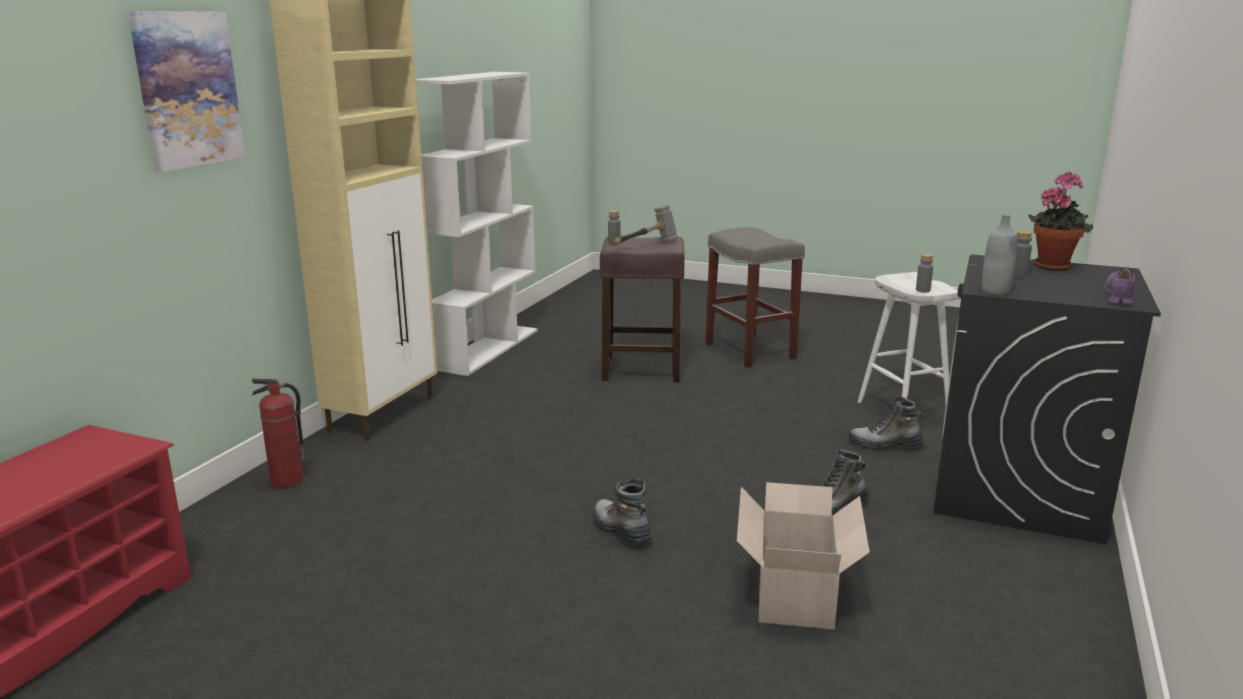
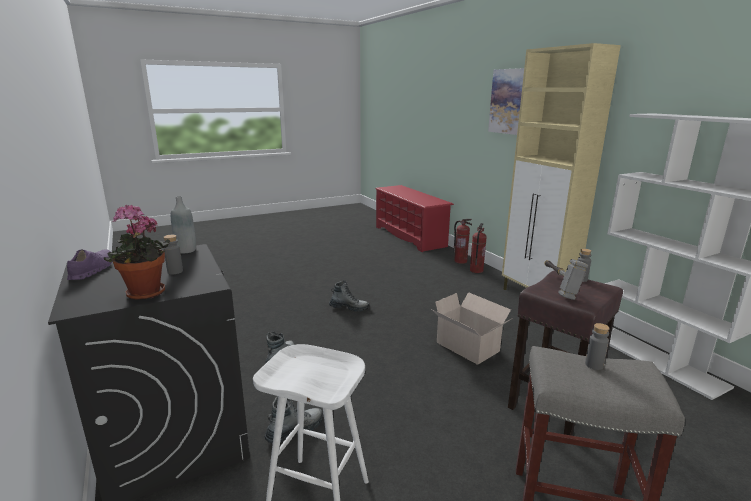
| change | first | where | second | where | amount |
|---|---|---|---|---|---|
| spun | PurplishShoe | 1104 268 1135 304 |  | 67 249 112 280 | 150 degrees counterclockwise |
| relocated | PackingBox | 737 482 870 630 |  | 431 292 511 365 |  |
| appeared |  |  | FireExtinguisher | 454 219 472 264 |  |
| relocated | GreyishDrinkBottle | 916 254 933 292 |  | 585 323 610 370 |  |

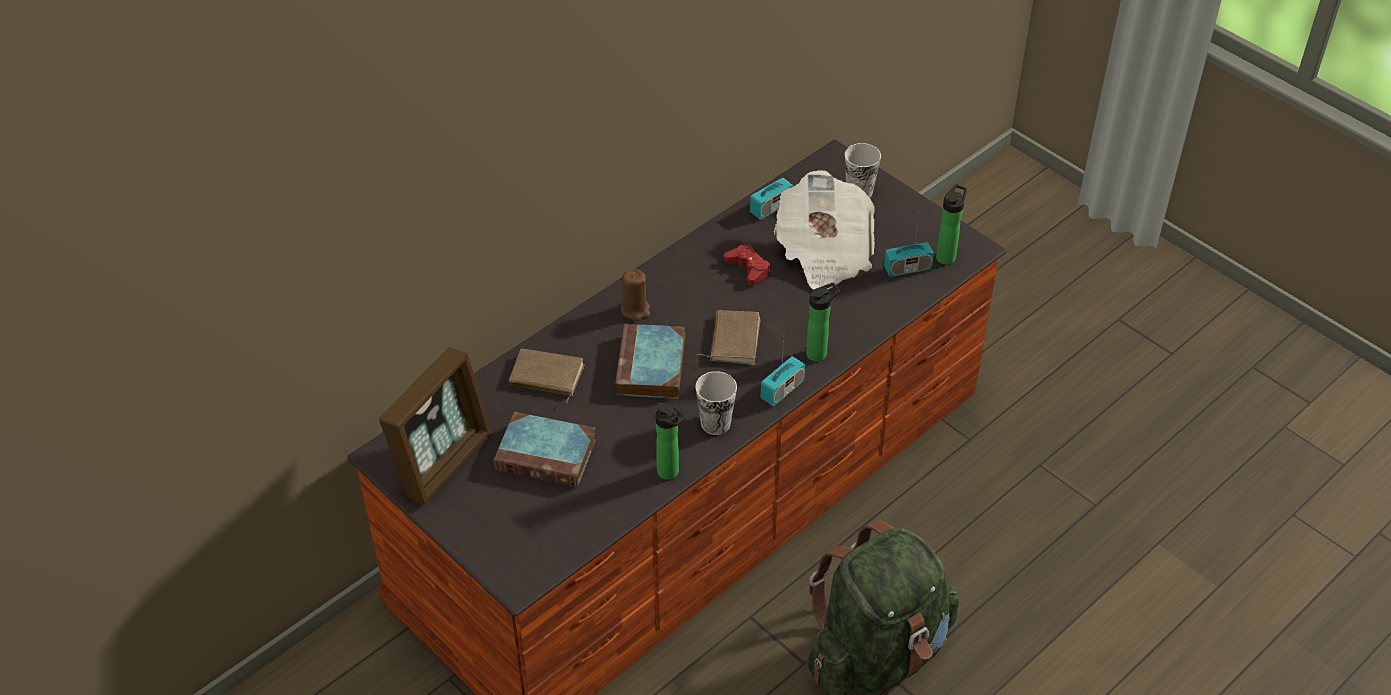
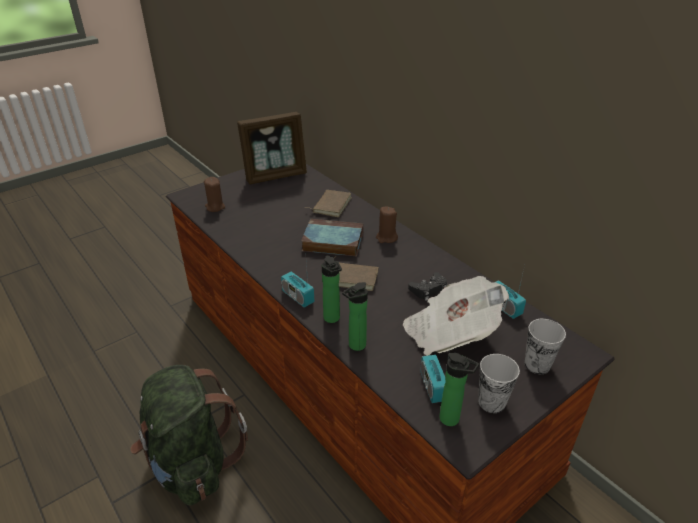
| change | first | where | second | where | amount |
|---|---|---|---|---|---|
| appeared |  |  | BrownColouredCandle | 204 177 225 212 |  |
| spun | PictureFrame | 379 347 491 505 |  | 237 112 307 184 | 60 degrees counterclockwise |
| relocated | DrinkBottle | 655 403 686 480 |  | 342 282 368 351 |  |
| colour | RedColouredGamepad | 724 244 770 285 | BlackColouredGamepad | 408 272 447 301 |  |
| relocated | SmallCup | 695 371 737 435 |  | 478 354 520 413 |  |
| missing | Volume | 494 412 596 487 |  |  |  |

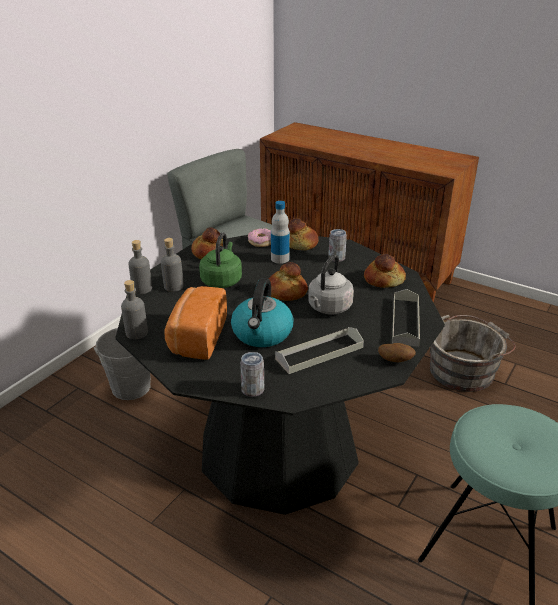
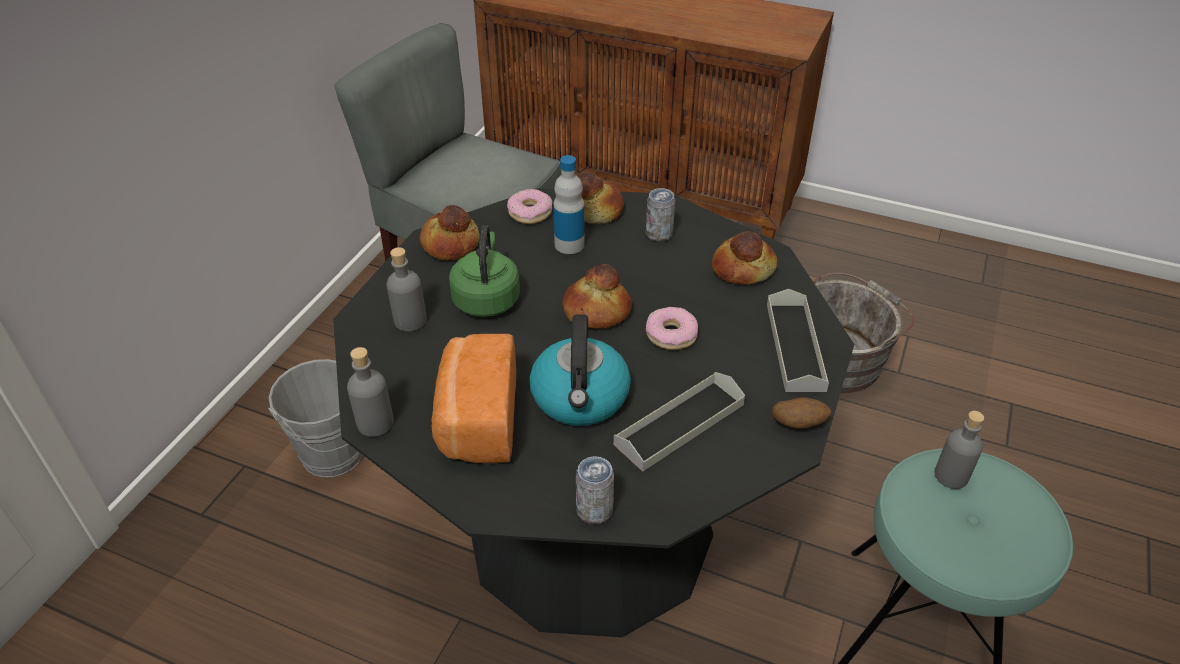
| change | first | where | second | where | amount |
|---|---|---|---|---|---|
| exchanged | GreyishKettle | 308 254 354 314 | Doughnut | 646 307 698 350 |  |
| relocated | GreyishDrinkBottle | 129 240 152 294 |  | 935 411 984 489 |  |

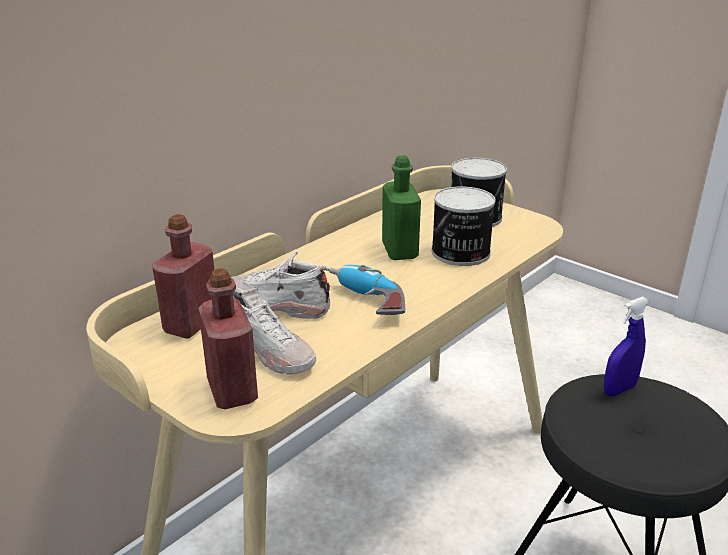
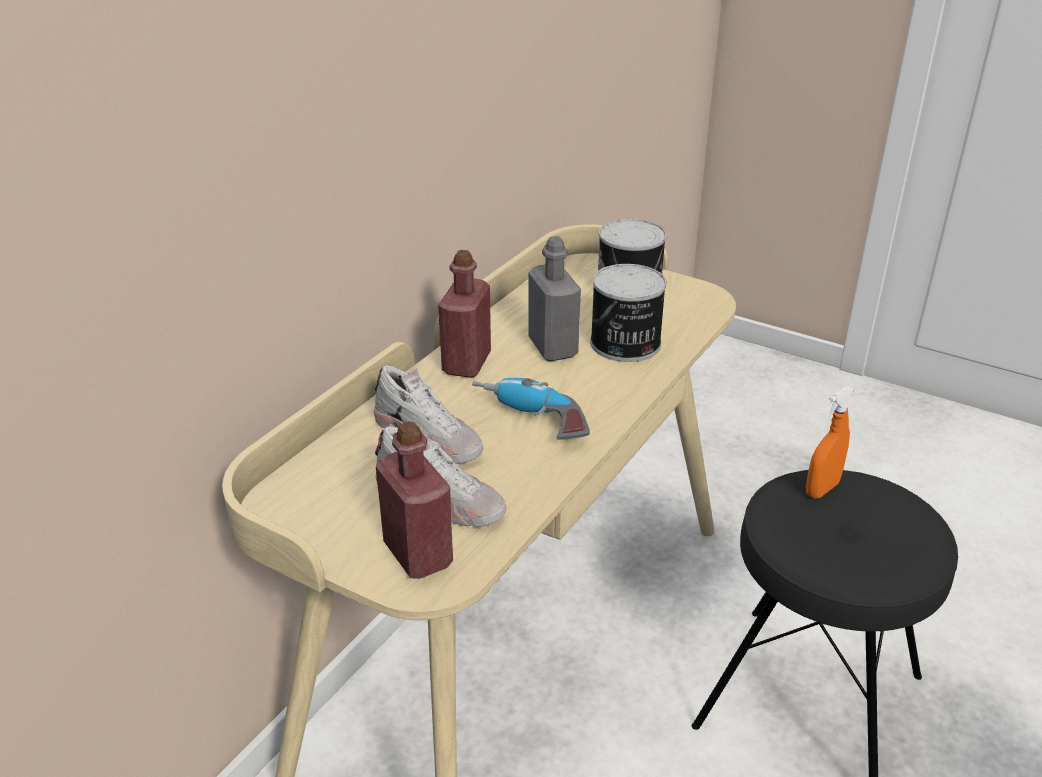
| change | first | where | second | where | amount |
|---|---|---|---|---|---|
| spun | WhitishShoe | 231 252 330 319 |  | 374 366 483 464 | 150 degrees counterclockwise |
| relocated | RedColouredDrinkBottle | 152 214 214 339 |  | 438 250 491 378 |  |
| colour | GreenColouredDrinkBottle | 382 155 421 260 | GreyishDrinkBottle | 528 236 581 361 |  |
| colour | BluishHandSprayer | 604 297 649 396 | OrangeyHandSprayer | 806 386 854 499 |  |

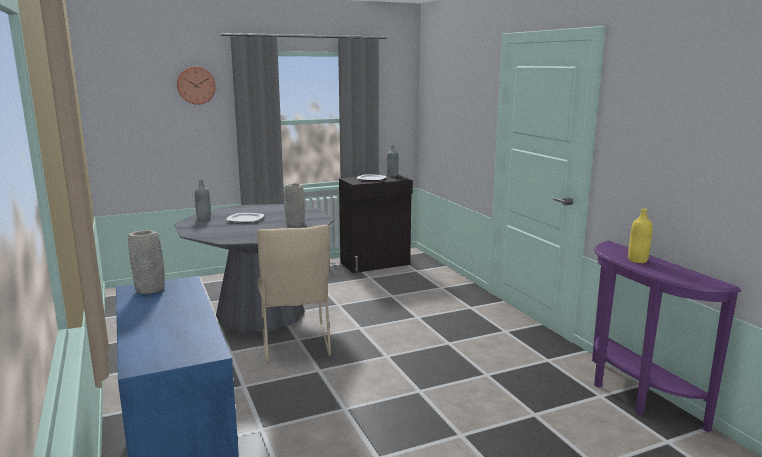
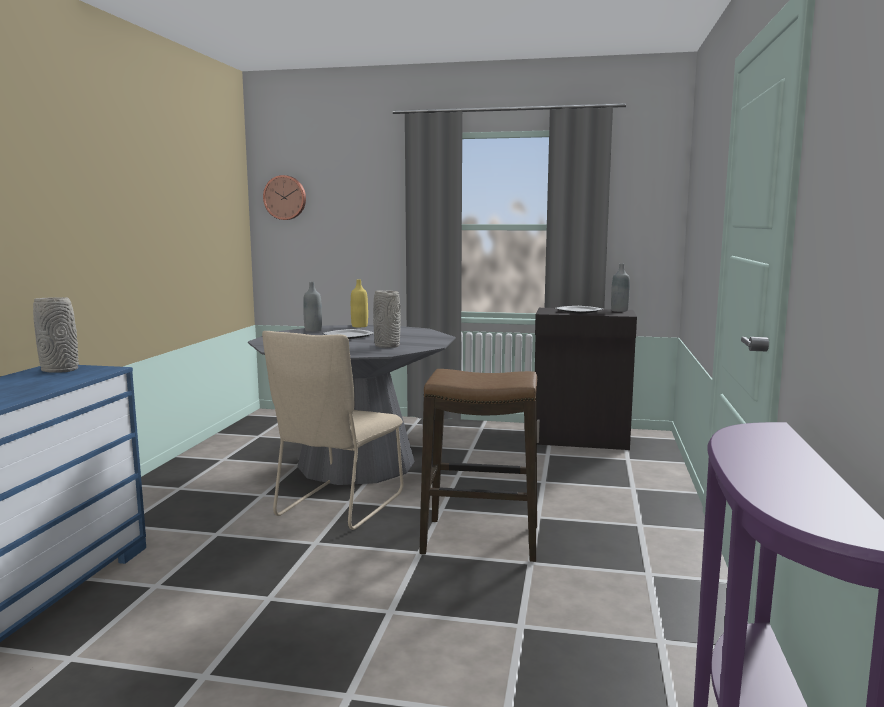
| change | first | where | second | where | amount |
|---|---|---|---|---|---|
| relocated | WallClock | 177 67 216 105 |  | 263 175 306 220 |  |
| relocated | YellowDrinkBottle | 628 209 652 263 |  | 351 279 368 327 |  |
| appeared |  |  | Stool | 419 369 537 562 |  |

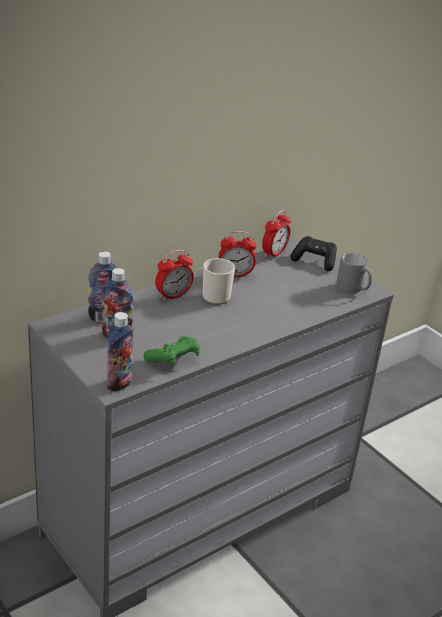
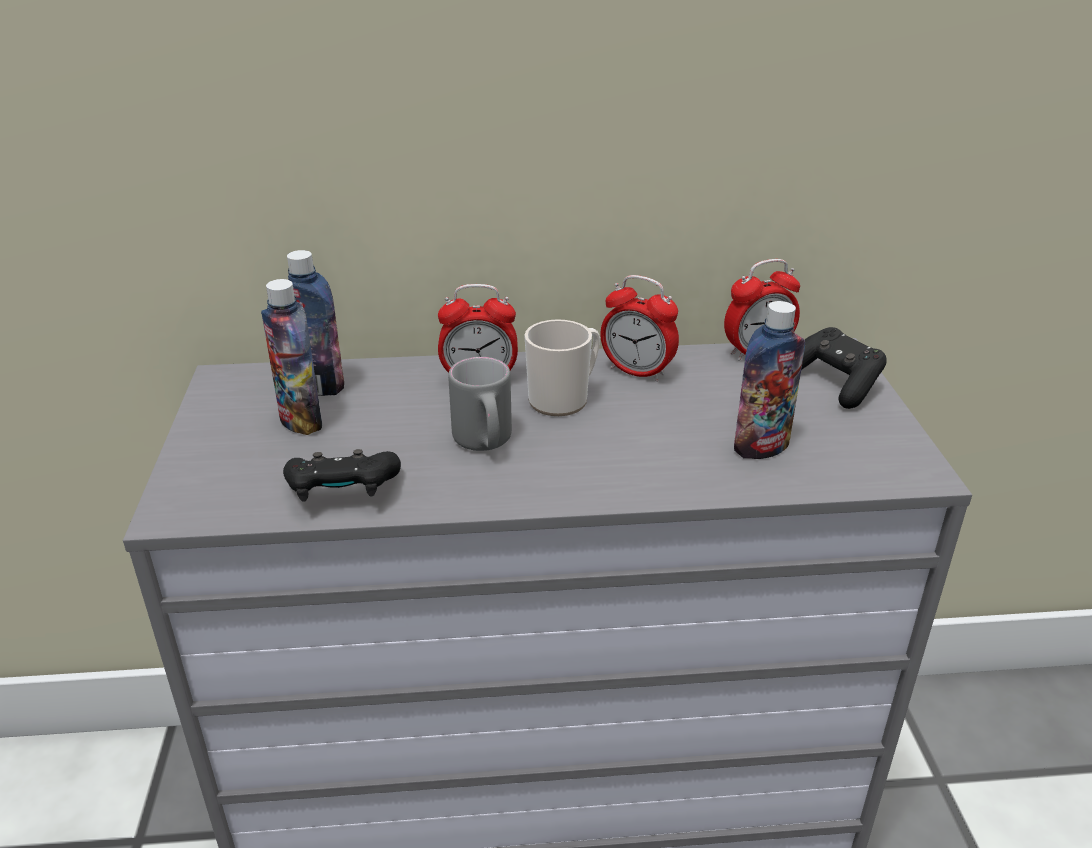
| change | first | where | second | where | amount |
|---|---|---|---|---|---|
| colour | GreenColouredGamepad | 144 336 200 366 | BlackColouredGamepad | 283 449 401 502 |  |
| relocated | GreyishTeaMug | 336 253 372 293 |  | 448 357 512 451 |  |
| relocated | DrinkBottle | 107 312 133 392 |  | 734 301 805 459 |  |

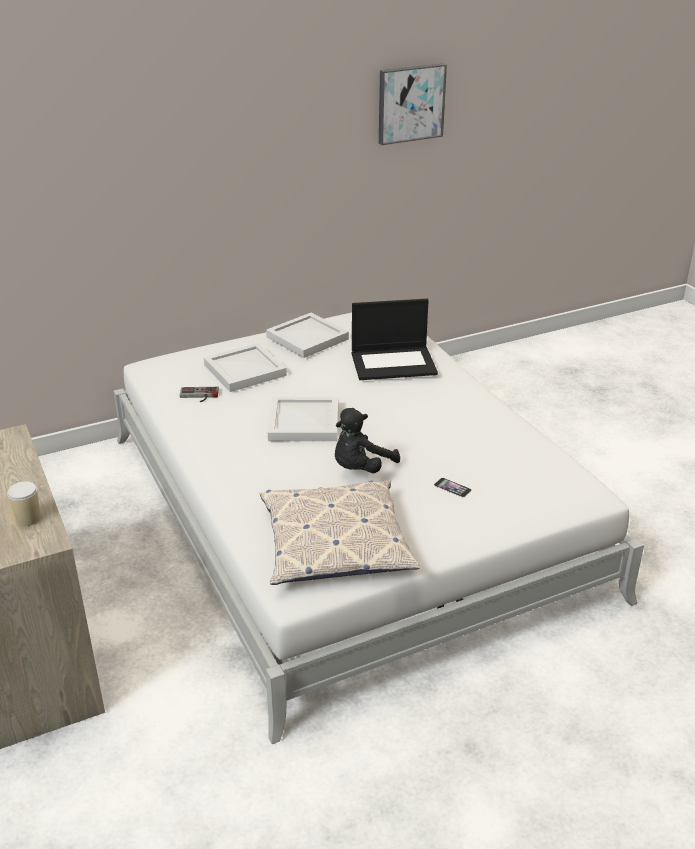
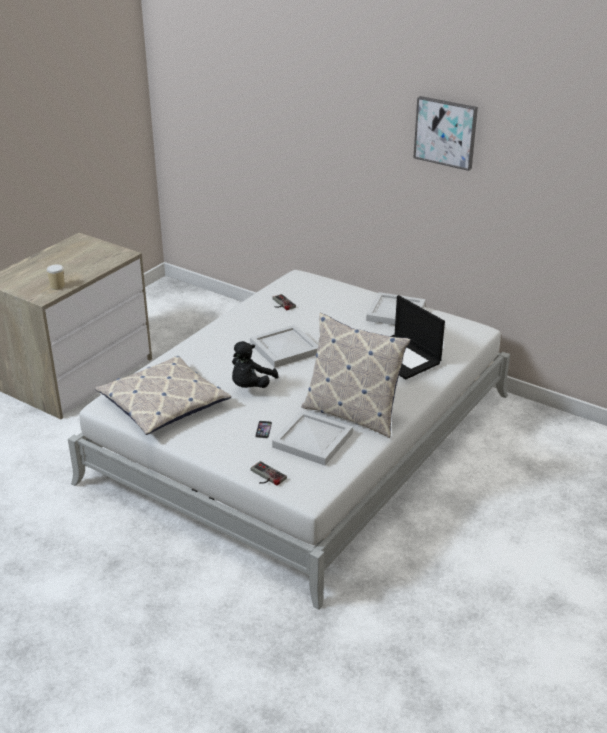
| change | first | where | second | where | amount |
|---|---|---|---|---|---|
| spun | BlackColouredCuddlyToy | 335 408 400 473 |  | 232 341 279 388 | 75 degrees counterclockwise |
| appeared |  |  | Gamepad | 251 461 287 486 |  |
| relocated | WhitishTray | 204 343 287 392 |  | 272 410 353 466 |  |
| appeared |  |  | ThrowPillow | 301 313 411 438 |  |
| relocated | WallArt | 379 63 447 145 |  | 413 96 478 171 |  |

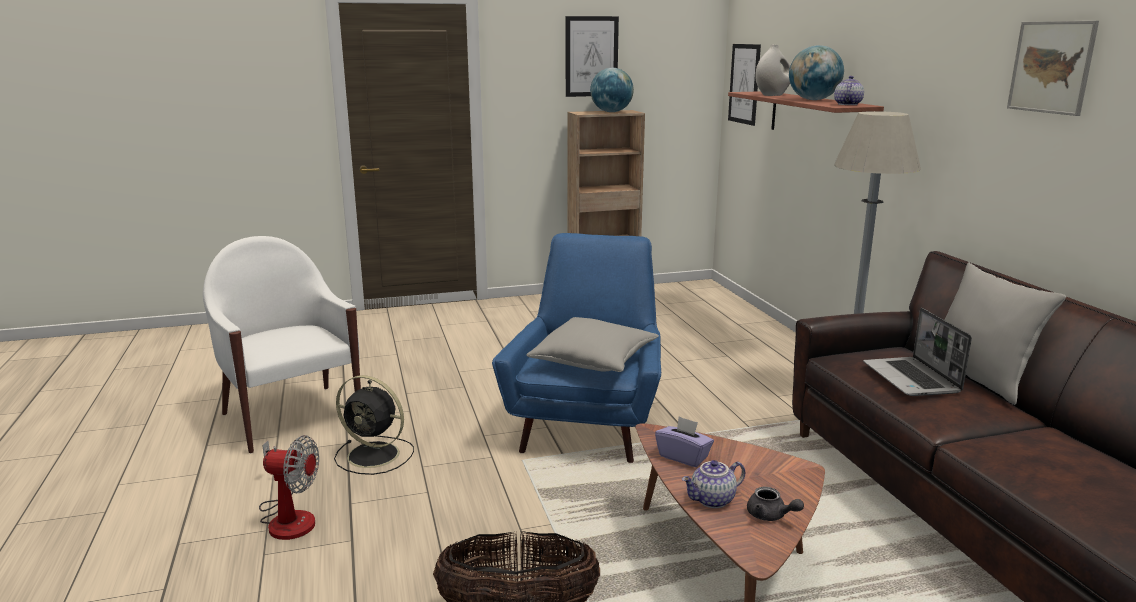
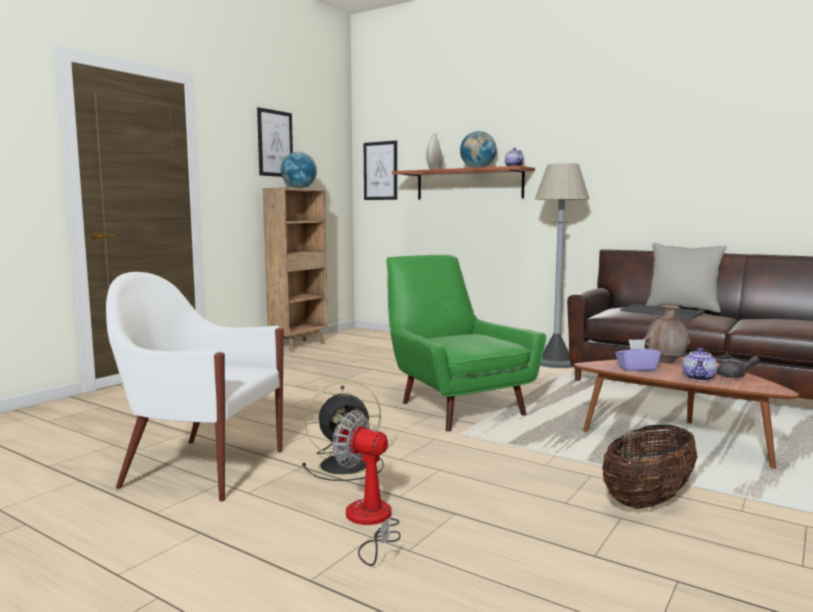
| change | first | where | second | where | amount |
|---|---|---|---|---|---|
| spun | ElectricFan | 259 435 319 540 |  | 332 410 401 566 | 120 degrees counterclockwise |
| colour | BluishArmchair | 492 233 661 463 | GreenColouredArmchair | 386 255 547 432 |  |
| exchanged | PortableComputer | 863 308 972 396 | Tray | 621 304 705 319 |  |
| appeared |  |  | BrownColouredVase | 644 305 690 364 |  |
| missing | GreyishThrowPillow | 526 317 659 372 |  |  |  |
| missing | WallArt | 1007 21 1099 116 |  |  |  |

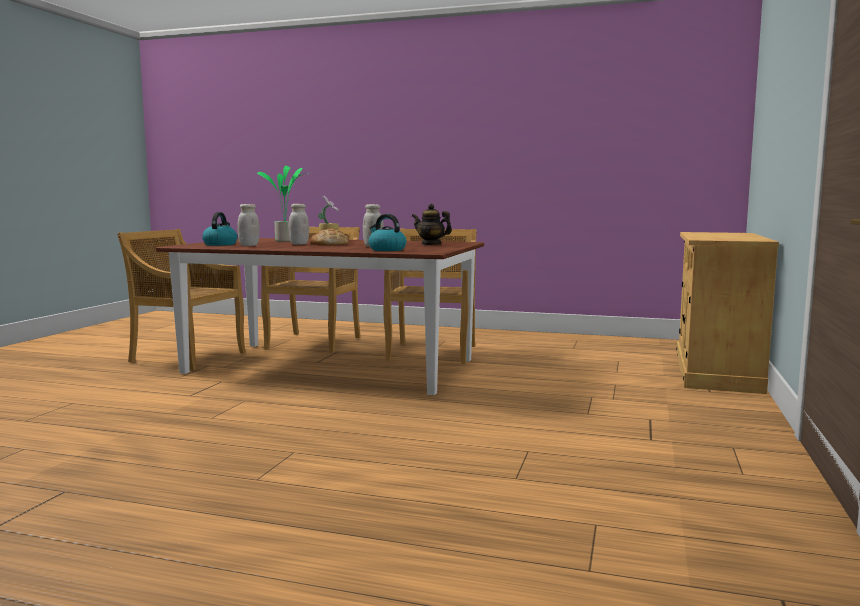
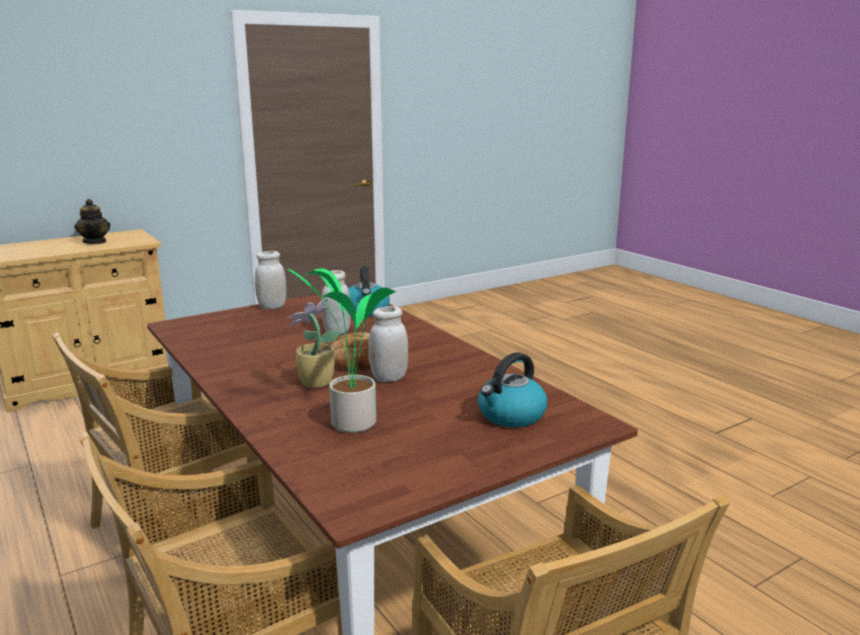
| change | first | where | second | where | amount |
|---|---|---|---|---|---|
| relocated | Teapot | 412 204 452 245 |  | 74 199 110 244 |  |
| relocated | WhitishJar | 237 204 260 246 |  | 255 251 286 309 |  |

